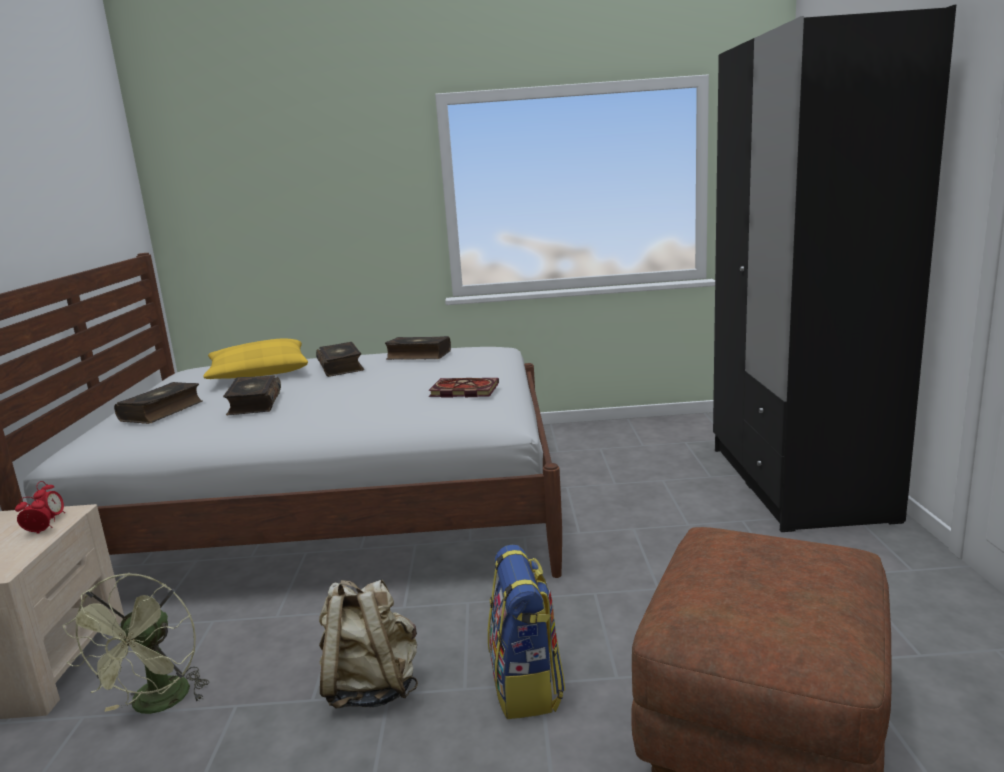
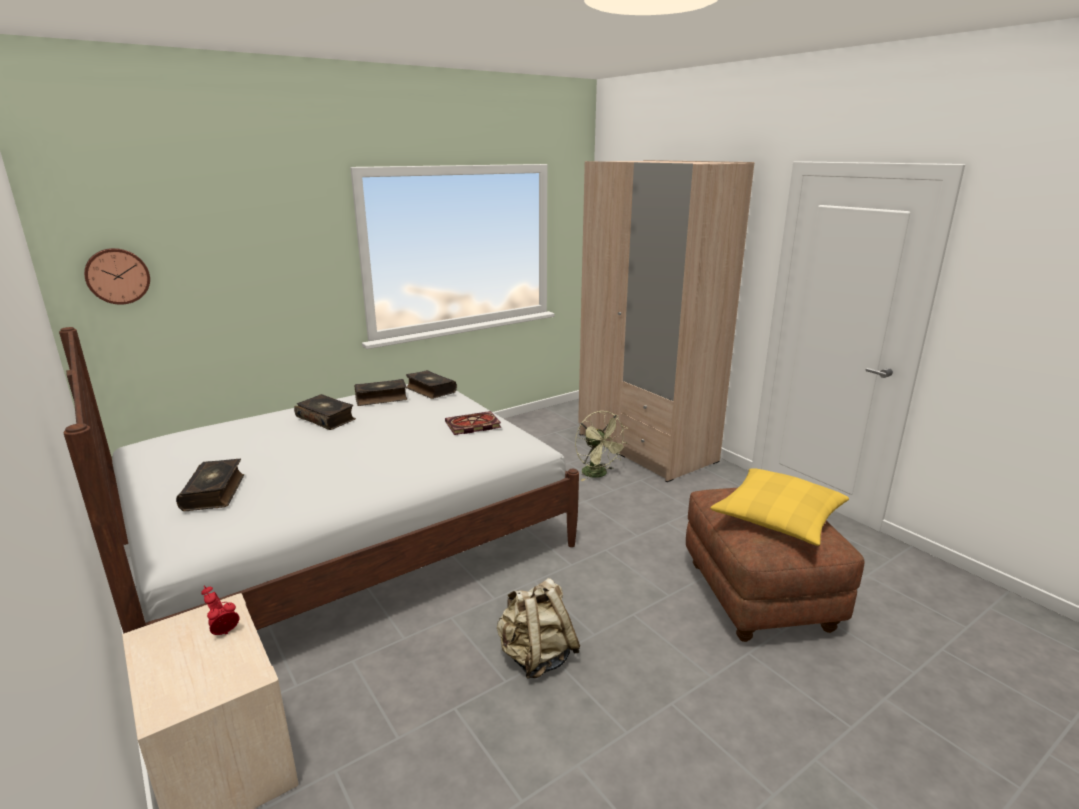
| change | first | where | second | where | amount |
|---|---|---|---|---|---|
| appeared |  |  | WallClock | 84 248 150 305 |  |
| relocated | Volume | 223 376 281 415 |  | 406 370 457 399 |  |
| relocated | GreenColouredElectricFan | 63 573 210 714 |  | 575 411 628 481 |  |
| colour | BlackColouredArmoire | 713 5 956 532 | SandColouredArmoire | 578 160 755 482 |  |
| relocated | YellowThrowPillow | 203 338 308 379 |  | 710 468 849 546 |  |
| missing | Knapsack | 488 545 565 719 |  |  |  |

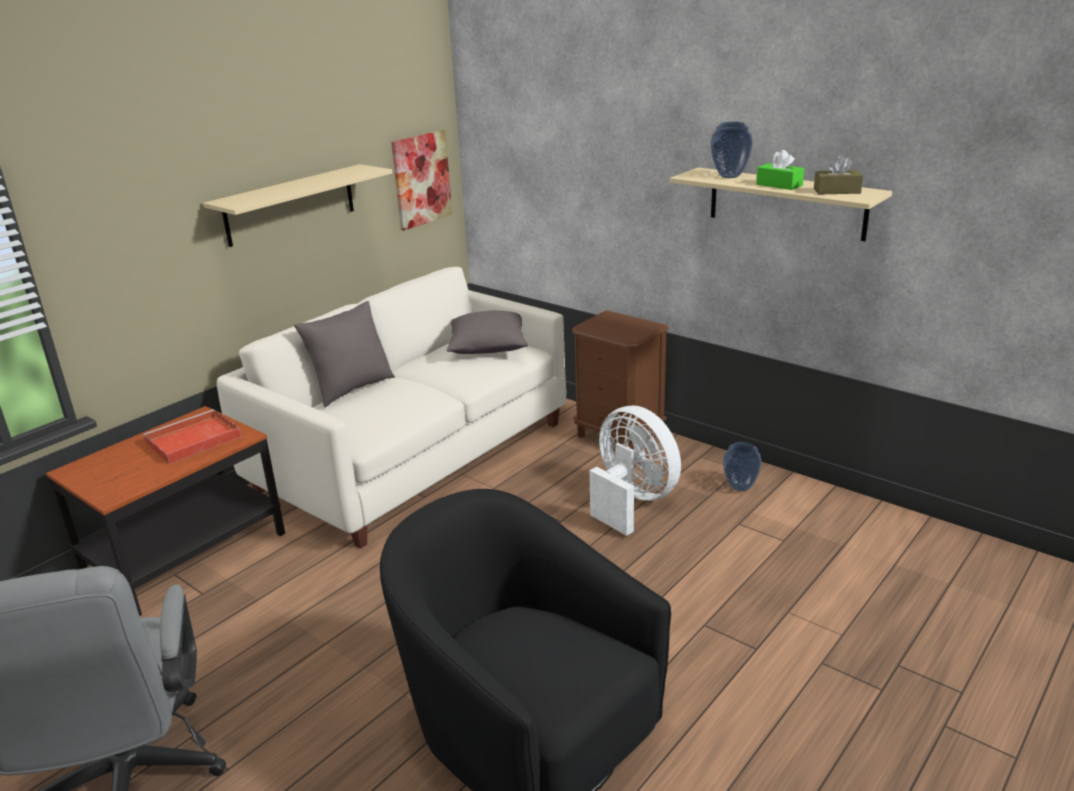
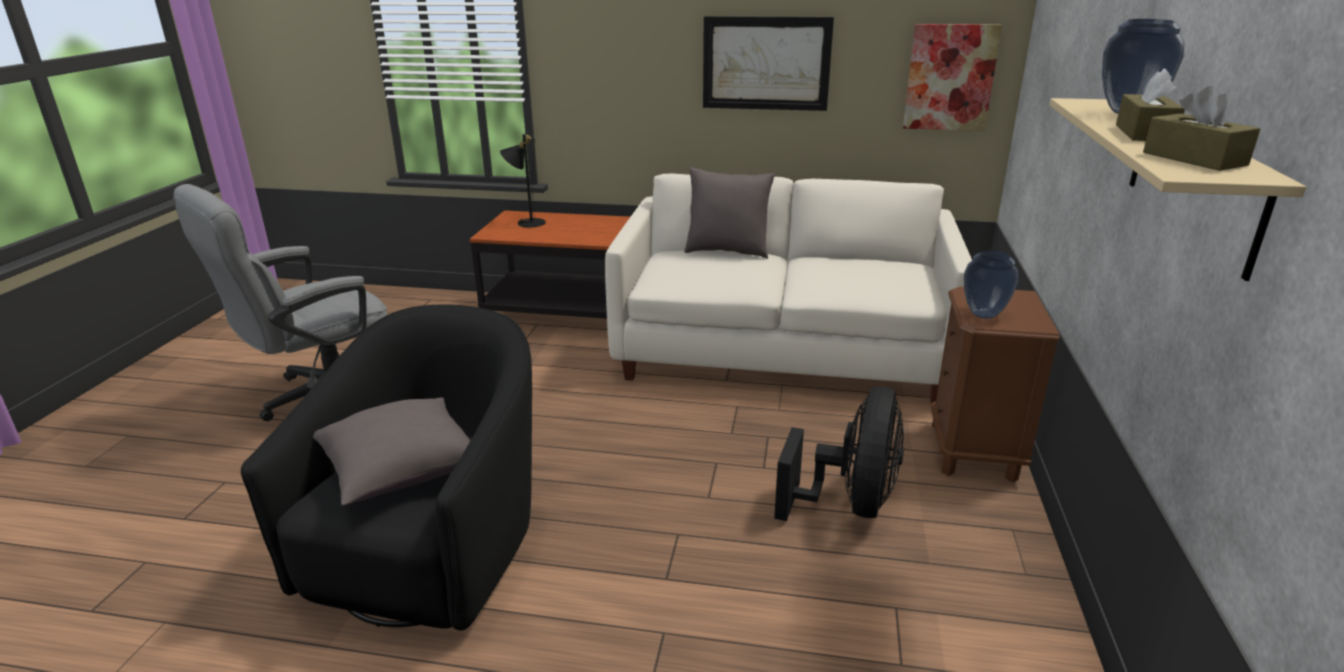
| change | first | where | second | where | amount |
|---|---|---|---|---|---|
| relocated | GreyishThrowPillow | 447 311 528 354 |  | 313 397 471 506 |  |
| appeared |  |  | BlackColouredTableLamp | 500 134 546 228 |  |
| exchanged | SandColouredBracketShelf | 203 164 392 247 | WallArt | 703 16 834 111 |  |
| colour | WhitishElectricFan | 590 406 681 536 | BlackColouredElectricFan | 774 386 904 521 |  |
| relocated | Vase | 723 442 762 491 |  | 964 251 1018 319 |  |
| colour | GreenColouredTissueHolder | 756 150 804 190 | BrownColouredTissueHolder | 1116 68 1185 141 |  |
| missing | RedColouredTray | 143 409 241 464 |  |  |  |

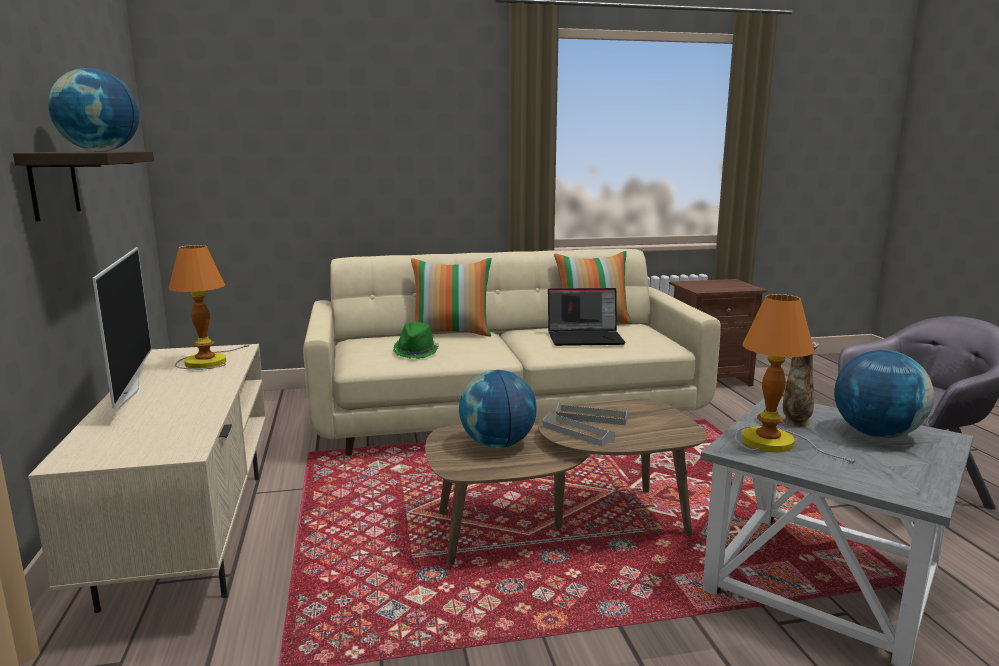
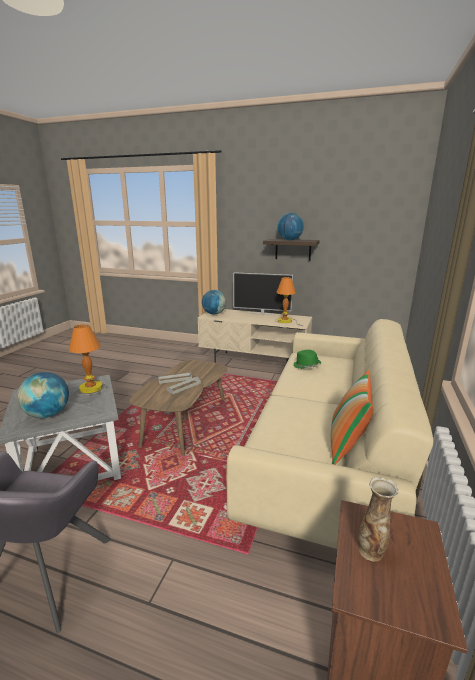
| change | first | where | second | where | amount |
|---|---|---|---|---|---|
| relocated | WorldGlobe | 459 370 537 448 |  | 202 290 226 315 |  |
| relocated | Vase | 783 342 819 427 |  | 358 477 399 562 |  |
| missing | ThrowPillow | 411 258 492 337 |  |  |  |
| missing | PortableComputer | 548 288 626 346 |  |  |  |

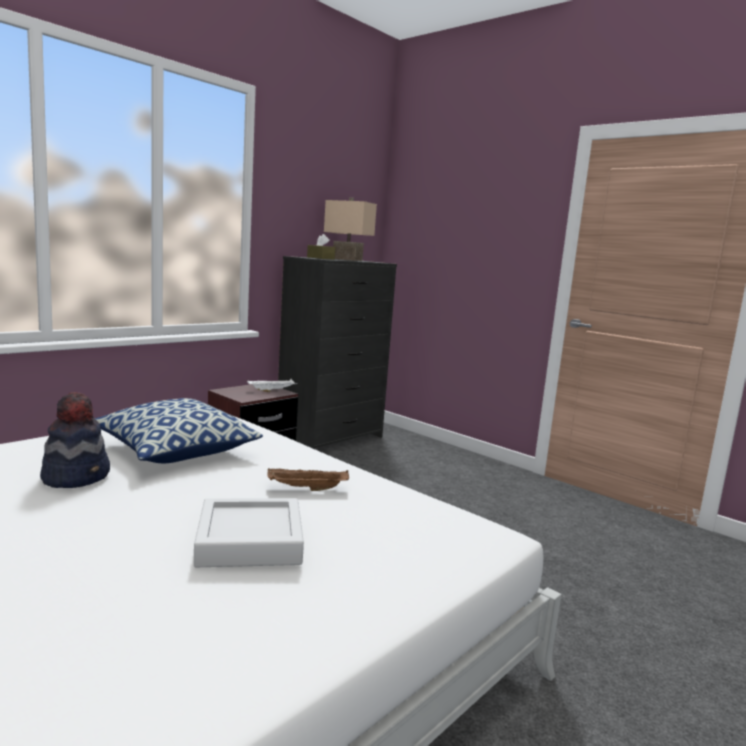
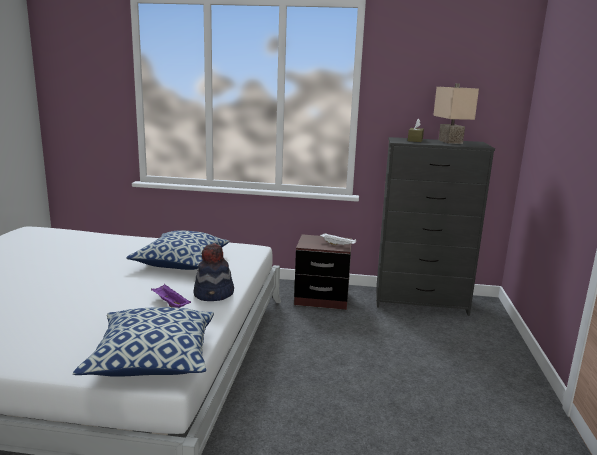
| change | first | where | second | where | amount |
|---|---|---|---|---|---|
| appeared |  |  | ThrowPillow | 73 307 214 377 |  |
| colour | BrownColouredTray | 267 468 349 491 | PurplishTray | 151 284 191 308 |  |
| relocated | Hat | 40 392 110 488 |  | 193 243 234 301 |  |
| missing | GreyishTray | 194 498 304 567 |  |  |  |

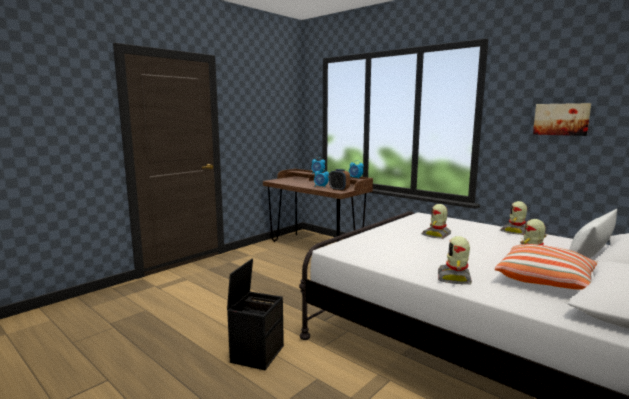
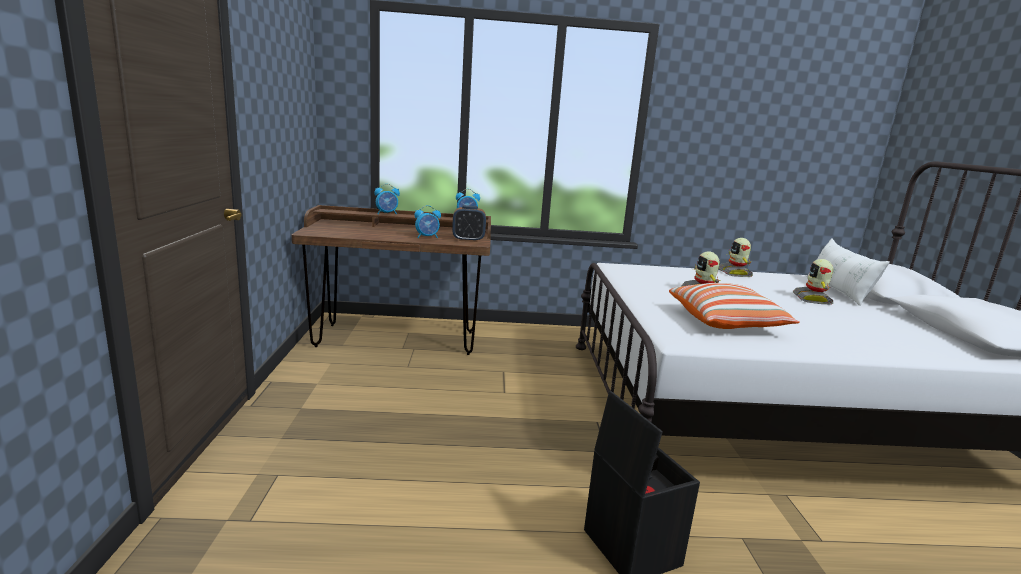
| change | first | where | second | where | amount |
|---|---|---|---|---|---|
| relocated | ThrowPillow | 495 244 598 290 |  | 669 283 800 329 |  |
| missing | RobotFigure | 438 236 472 284 |  |  |  |
| missing | WallArt | 533 103 591 136 |  |  |  |

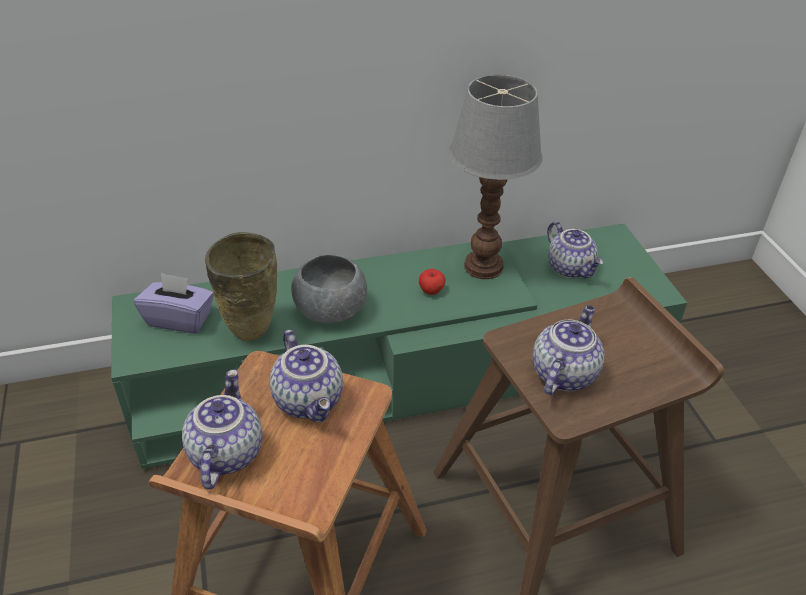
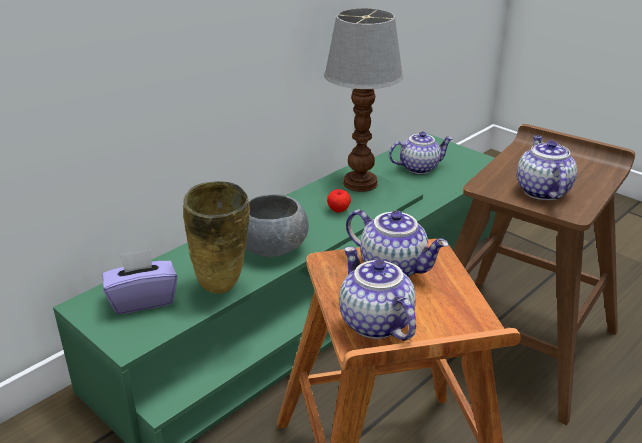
| change | first | where | second | where | amount |
|---|---|---|---|---|---|
| spun | Teapot | 547 221 603 278 |  | 389 132 453 174 | 45 degrees counterclockwise |

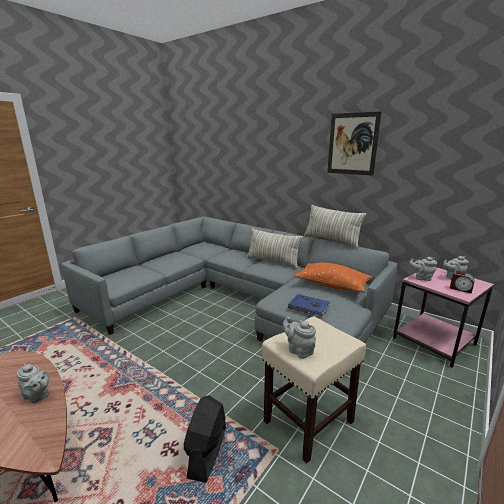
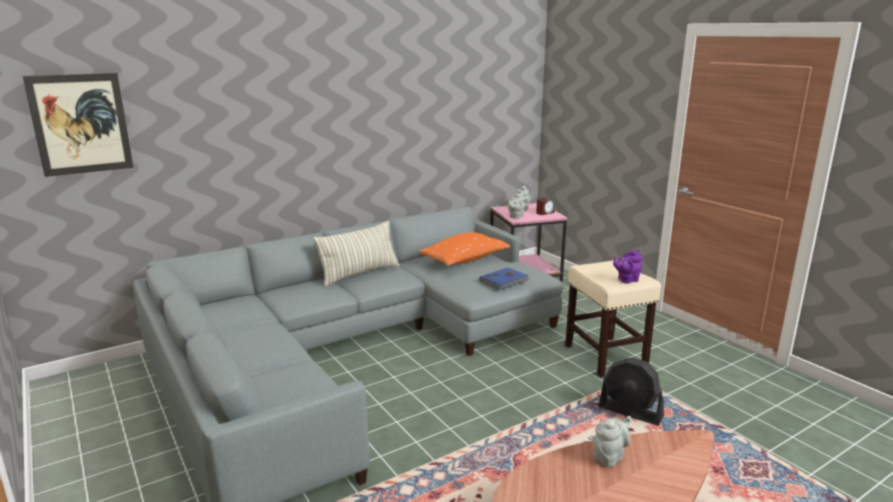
| change | first | where | second | where | amount |
|---|---|---|---|---|---|
| relocated | WallArt | 327 111 382 176 |  | 23 73 134 177 |  |
| colour | GreyishTeapot | 283 317 316 359 | PurplishTeapot | 613 250 643 284 |  |
| missing | ThrowPillow | 304 205 366 248 |  |  |  |

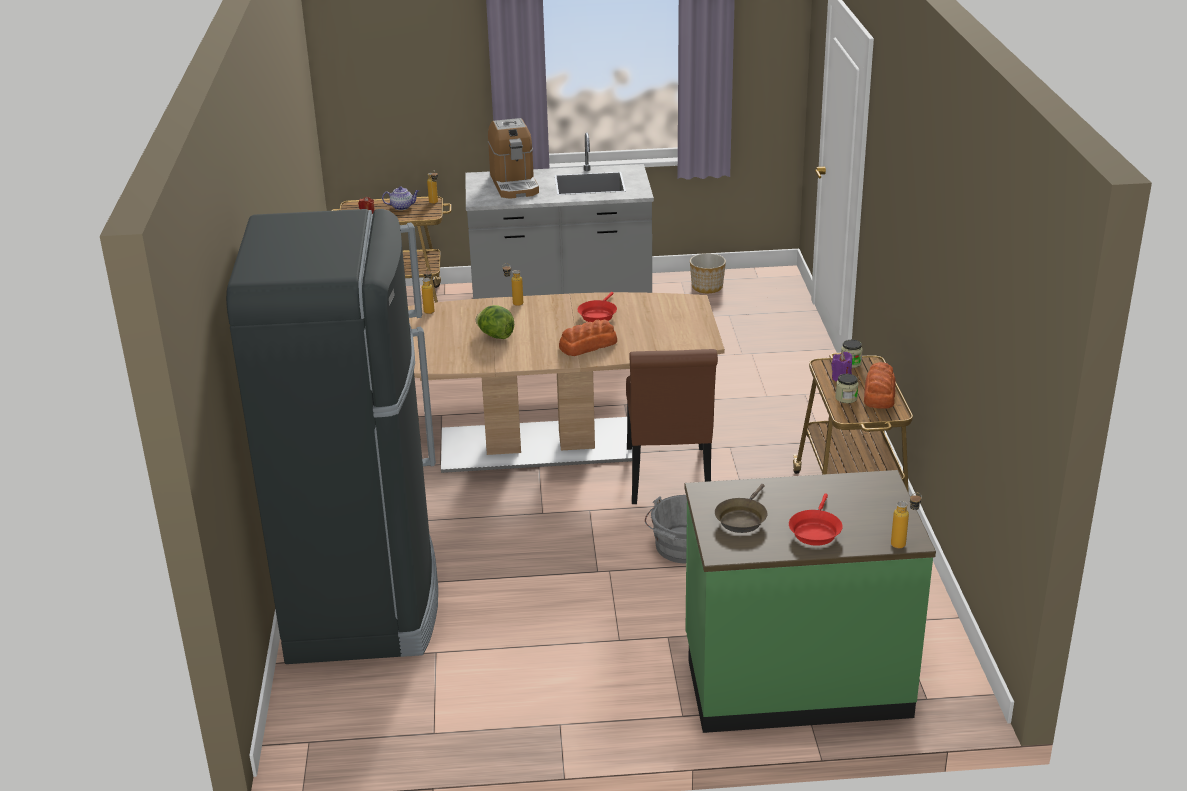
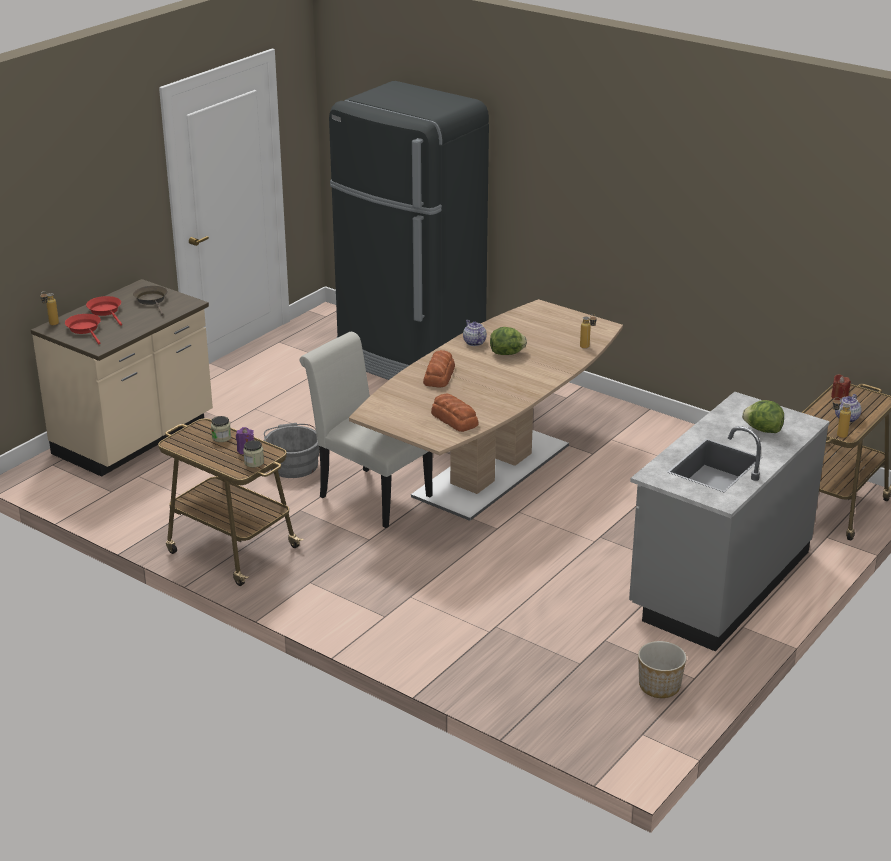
| change | first | where | second | where | amount |
|---|---|---|---|---|---|
| colour | GreenColouredKitchenBaseUnit | 684 470 936 733 | SandColouredKitchenBaseUnit | 31 279 213 477 |  |
| relocated | RedColouredFryingPan | 577 292 617 322 |  | 65 314 101 344 |  |
| colour | BrownColouredUprightChair | 626 349 718 504 | WhitishUprightChair | 300 332 433 528 |  |
| relocated | Bread | 864 362 896 409 |  | 431 394 479 432 |  |
| appeared |  |  | Teapot | 463 320 487 346 |  |
| exchanged | CoffeeBrewer | 488 118 539 199 | Lettuce | 742 400 784 433 |  |
| missing | DrinkBottle | 502 263 523 306 |  |  |  |

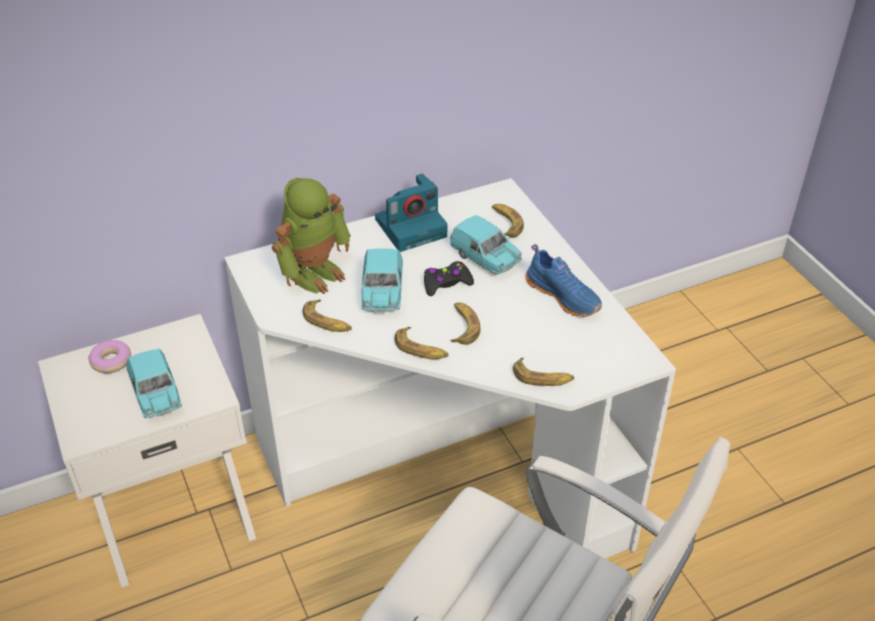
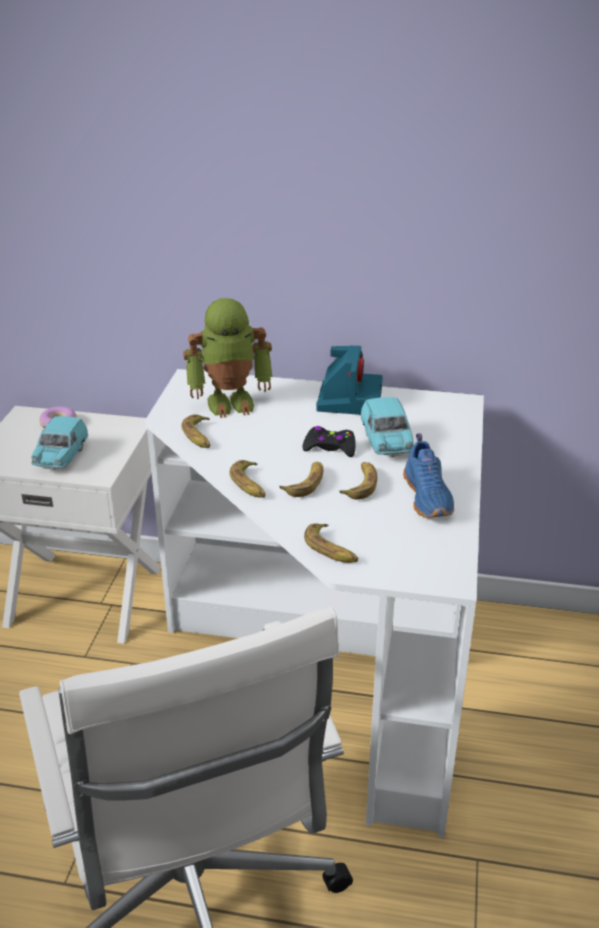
| change | first | where | second | where | amount |
|---|---|---|---|---|---|
| spun | StillCamera | 375 174 448 252 |  | 316 345 383 415 | 90 degrees counterclockwise |
| relocated | BananaFruit | 492 204 524 237 |  | 339 462 377 500 |  |
| missing | TurquoiseModelCar | 362 248 403 312 |  |  |  |

